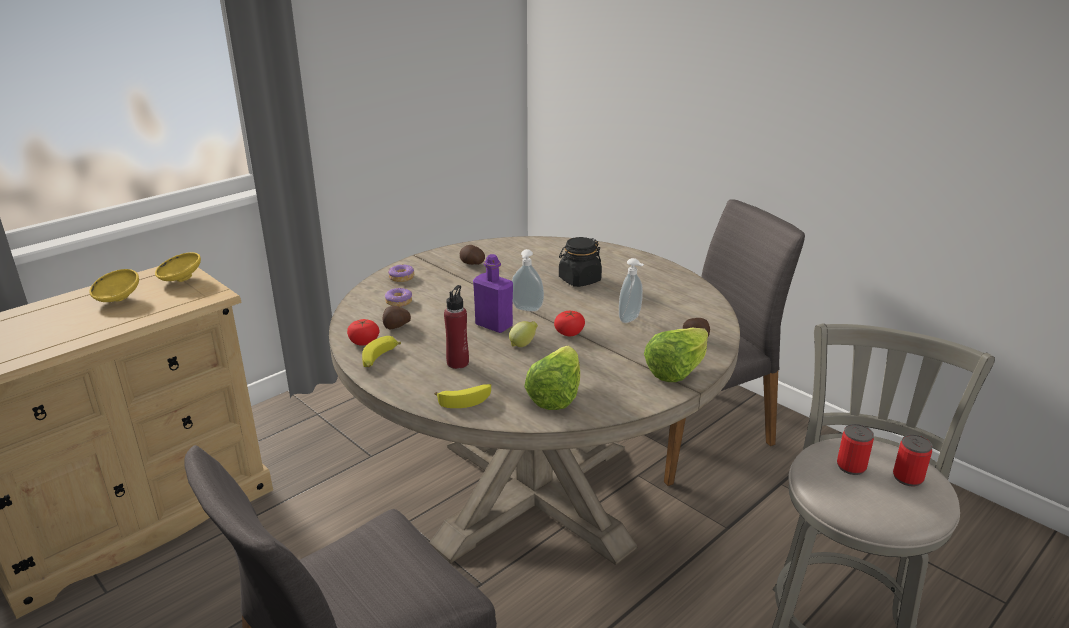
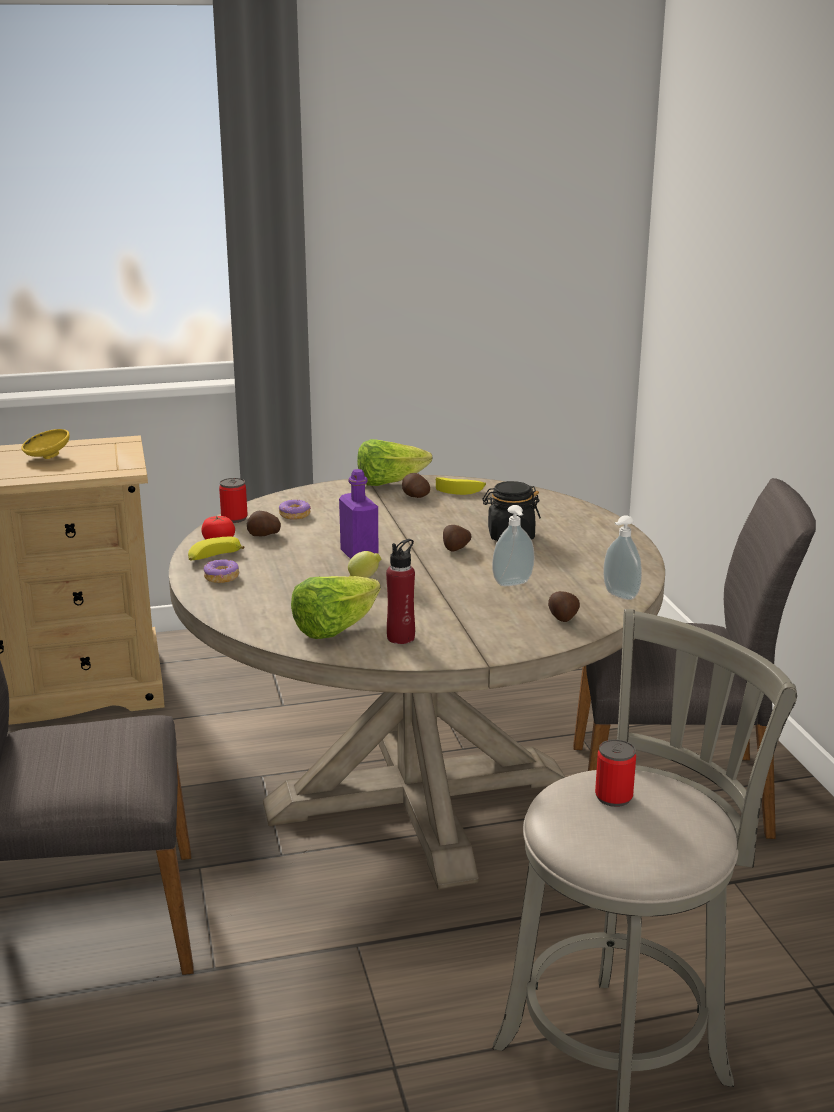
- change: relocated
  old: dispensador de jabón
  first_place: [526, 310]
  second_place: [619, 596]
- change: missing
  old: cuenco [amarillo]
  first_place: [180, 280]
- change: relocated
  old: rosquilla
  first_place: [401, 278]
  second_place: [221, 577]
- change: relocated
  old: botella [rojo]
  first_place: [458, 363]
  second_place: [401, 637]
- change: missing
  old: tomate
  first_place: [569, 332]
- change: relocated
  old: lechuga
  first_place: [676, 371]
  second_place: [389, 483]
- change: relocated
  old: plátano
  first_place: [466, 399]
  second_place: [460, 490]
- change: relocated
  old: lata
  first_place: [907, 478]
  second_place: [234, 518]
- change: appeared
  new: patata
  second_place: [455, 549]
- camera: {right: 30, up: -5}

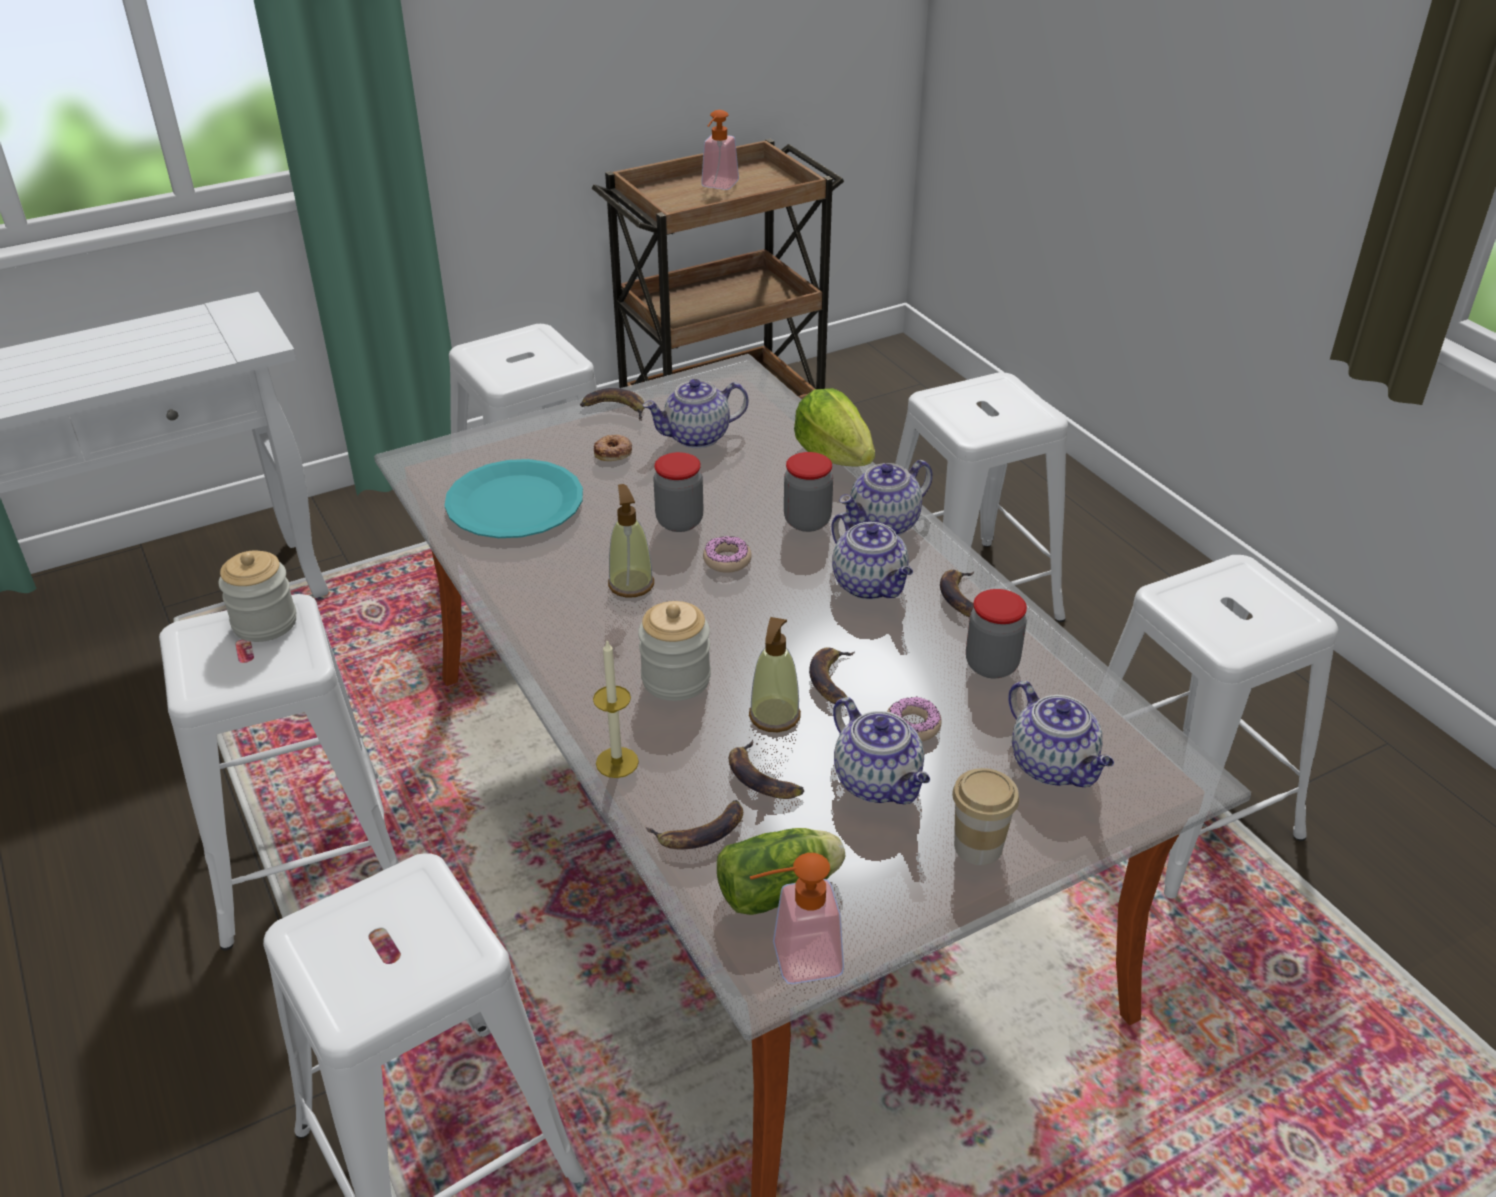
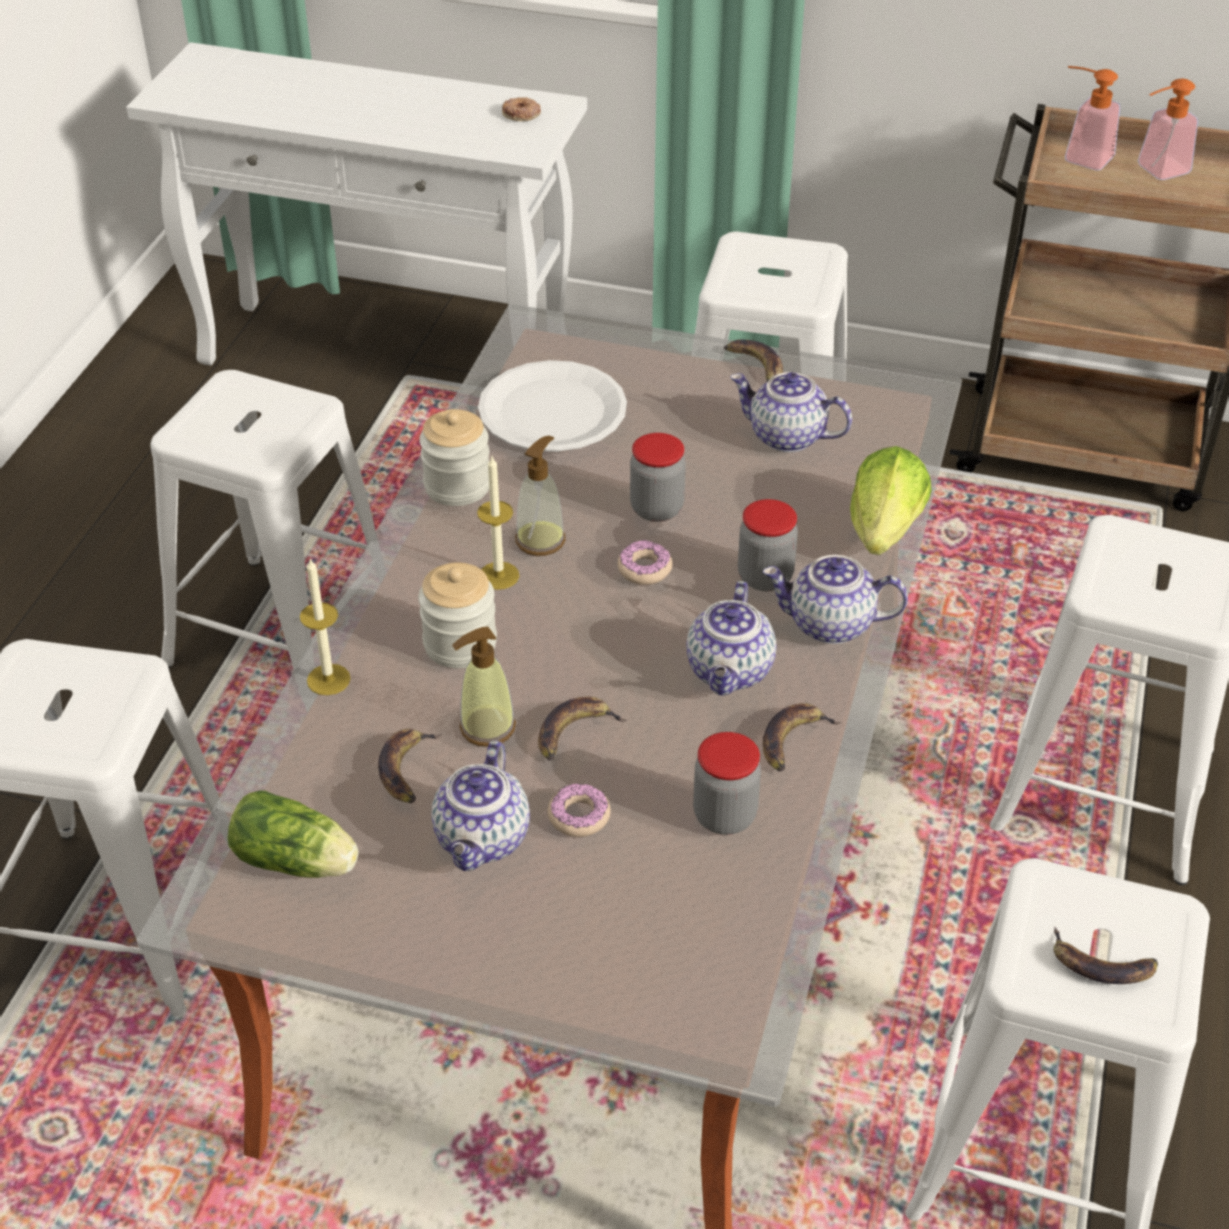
- change: relocated
  old: rosquilla
  first_place: [613, 452]
  second_place: [521, 114]
- change: colour
  old: plato [turquesa]
  new: plato [blanco]
  first_place: [514, 502]
  second_place: [552, 410]
- change: relocated
  old: tarro
  first_place: [265, 623]
  second_place: [457, 486]
- change: missing
  old: tetera
  first_place: [1054, 766]
- change: missing
  old: taza
  first_place: [978, 846]
- change: relocated
  old: plátano
  first_place: [701, 831]
  second_place: [1101, 965]
- change: relocated
  old: dispensador de jabón
  first_place: [794, 961]
  second_place: [1080, 157]
- change: appeared
  new: vela
  second_place: [498, 575]
- camera: {right: 45, up: 5}

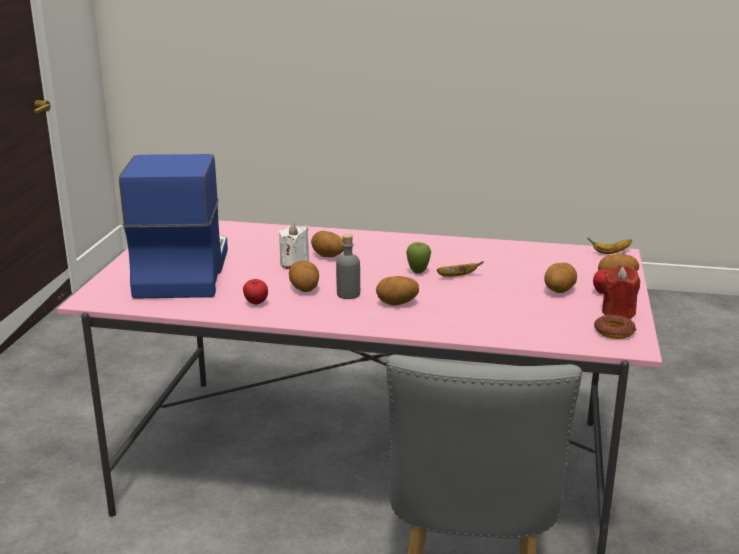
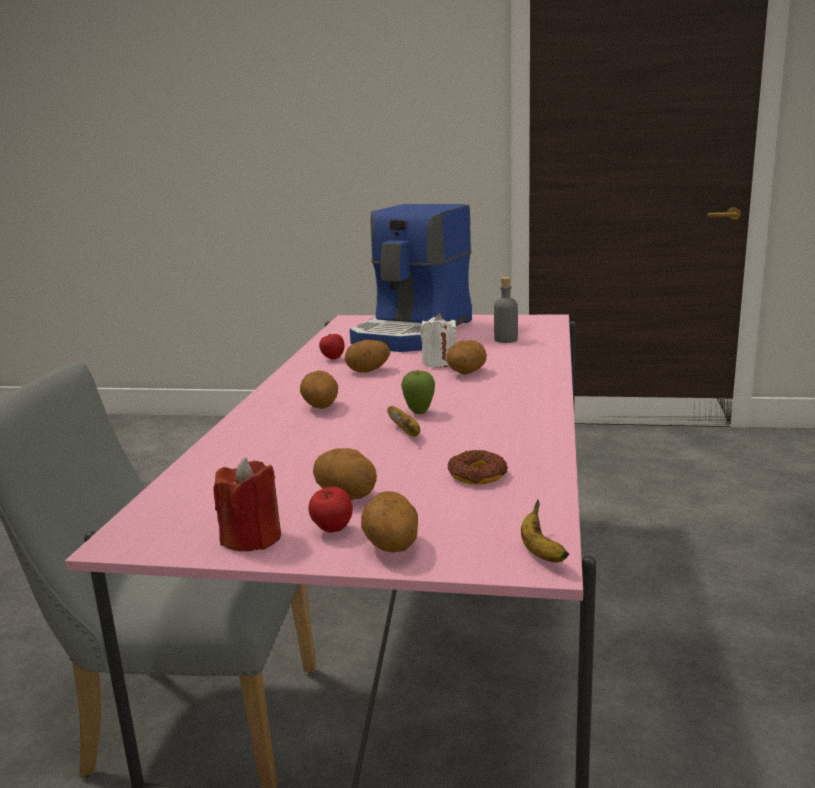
- change: spun
  old: cafetera
  first_place: [181, 272]
  second_place: [414, 332]
  degrees: 120
- change: relocated
  old: botella [gris]
  first_place: [348, 294]
  second_place: [506, 340]
- change: relocated
  old: rosquilla
  first_place: [614, 331]
  second_place: [477, 475]
- camera: {right: 90, up: -5}

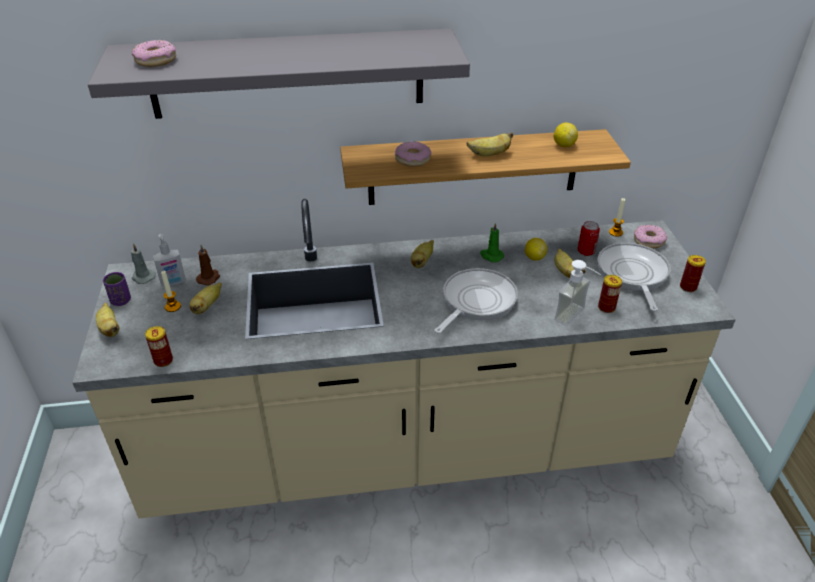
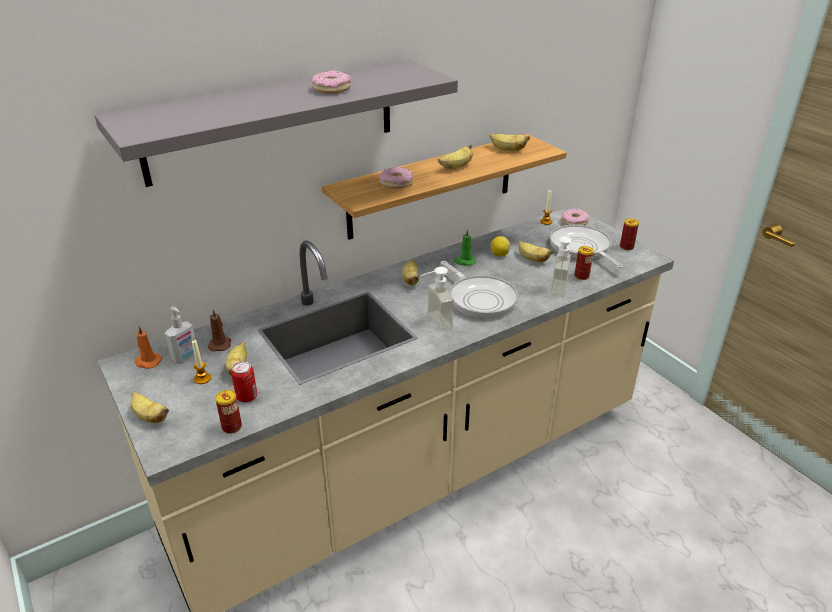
- change: relocated
  old: rosquilla
  first_place: [156, 60]
  second_place: [332, 89]
- change: exchanged
  old: limón
  new: plátano
  first_place: [564, 145]
  second_place: [507, 150]
- change: relocated
  old: lata
  first_place: [586, 251]
  second_place: [247, 397]
- change: colour
  old: vela [gris]
  new: vela [naranja]
  first_place: [143, 277]
  second_place: [147, 362]
- change: spun
  old: sartén
  first_place: [476, 302]
  second_place: [480, 298]
  degrees: 135
- change: missing
  old: taza [morado]
  first_place: [121, 301]
- change: appeared
  new: dispensador de jabón
  second_place: [433, 322]
- camera: {right: -25, up: -5}

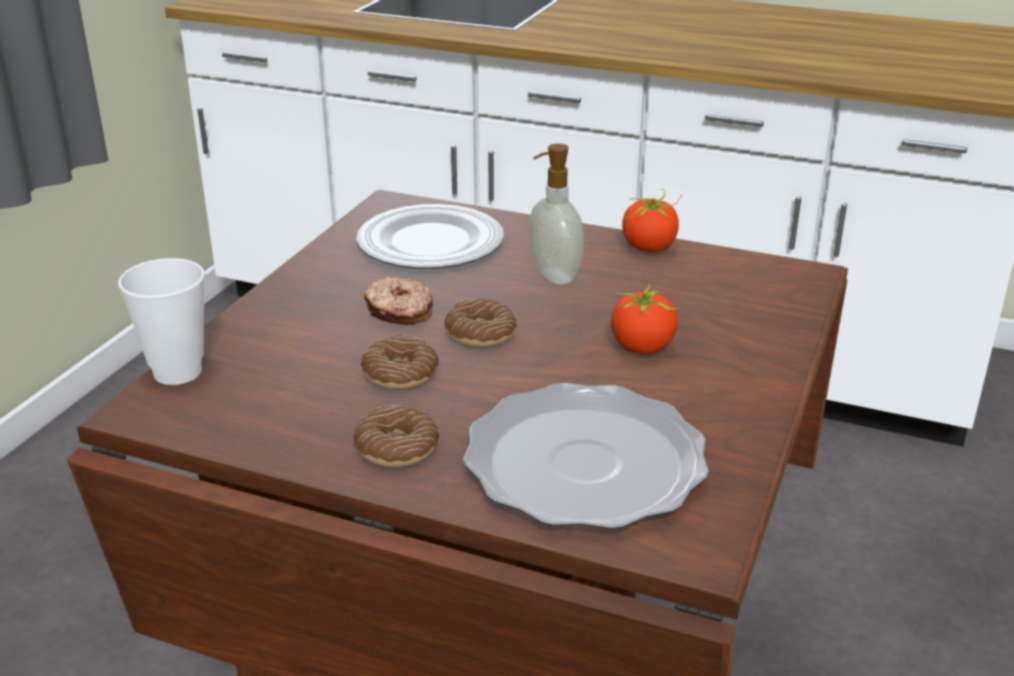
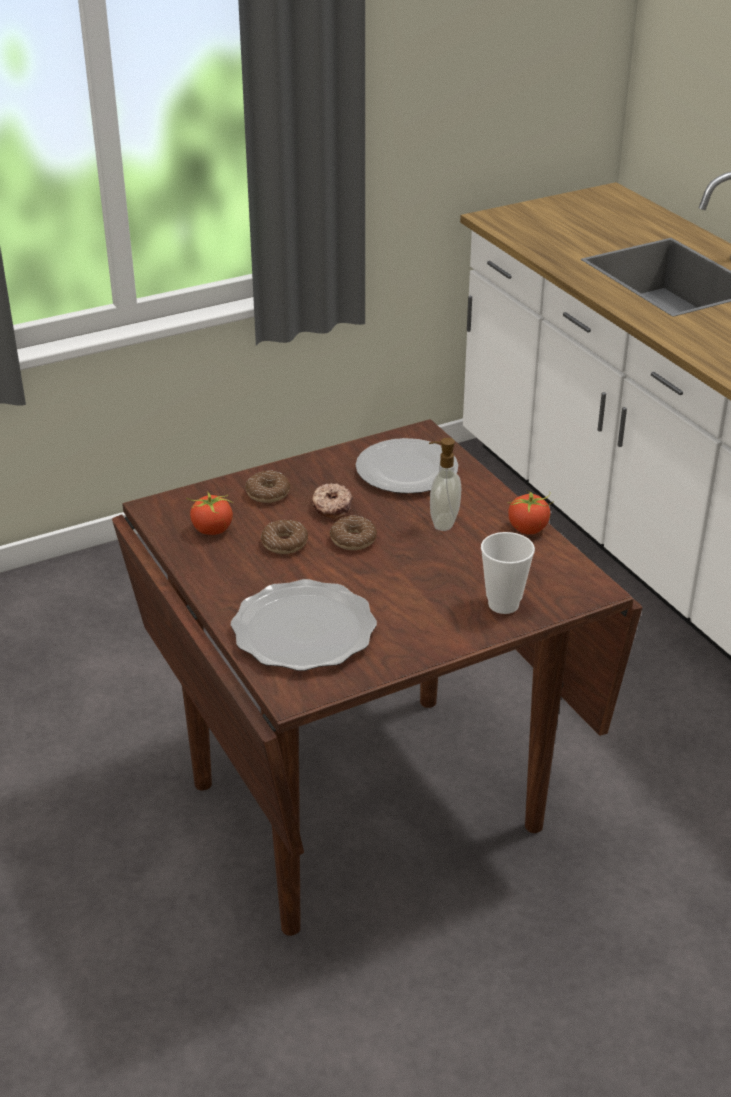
- change: relocated
  old: taza
  first_place: [177, 372]
  second_place: [503, 604]
- change: relocated
  old: tomate
  first_place: [642, 348]
  second_place: [212, 530]
- change: relocated
  old: rosquilla
  first_place: [396, 448]
  second_place: [267, 493]
- camera: {right: 40, up: 5}

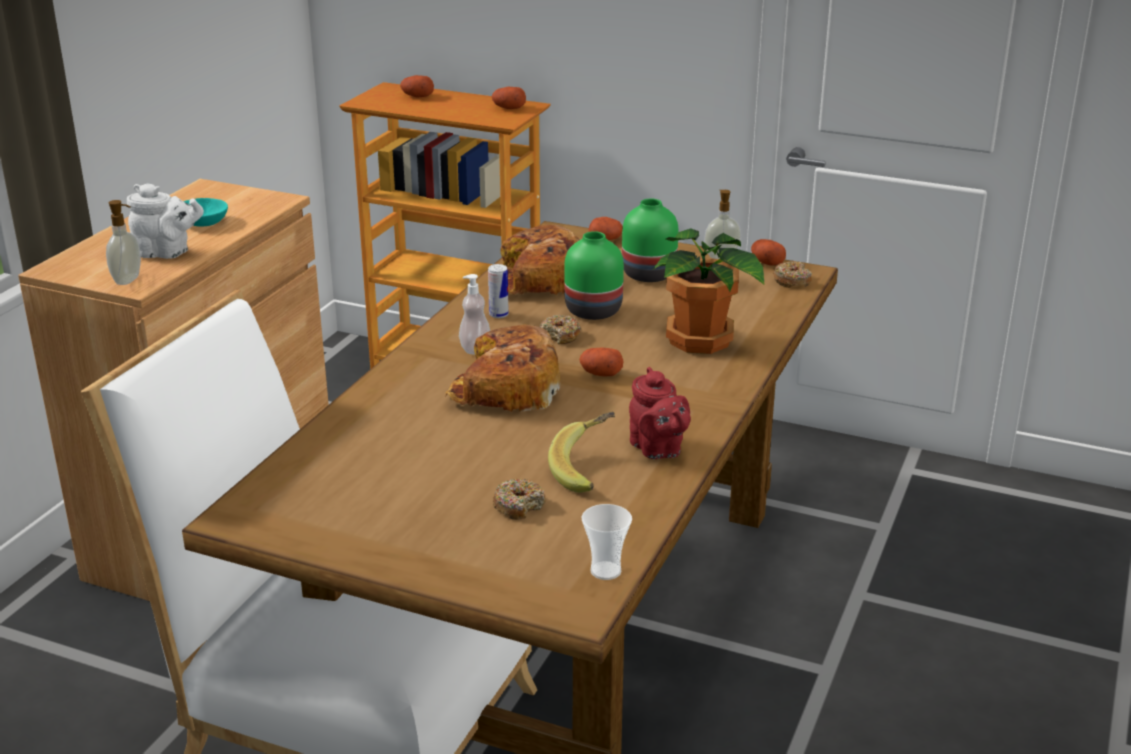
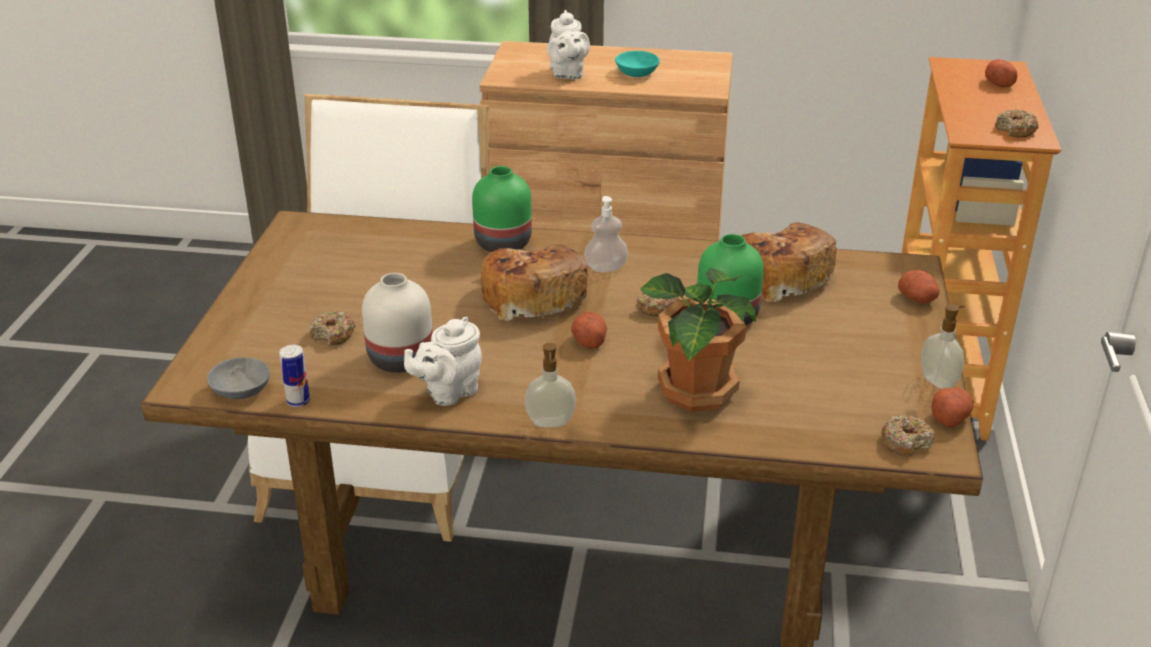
- change: exchanged
  old: patata
  new: rosquilla
  first_place: [508, 108]
  second_place: [1015, 130]
- change: relocated
  old: florero [verde]
  first_place: [649, 274]
  second_place: [505, 244]
- change: relocated
  old: dispensador de jabón
  first_place: [128, 280]
  second_place: [550, 424]
- change: relocated
  old: lata
  first_place: [498, 315]
  second_place: [298, 401]
- change: colour
  old: tetera [rojo]
  new: tetera [blanco]
  first_place: [657, 450]
  second_place: [448, 392]
- change: exchanged
  old: plátano
  new: florero [blanco]
  first_place: [588, 470]
  second_place: [400, 360]
- change: exchanged
  old: taza
  new: cuenco [gris]
  first_place: [605, 571]
  second_place: [240, 391]
- camera: {right: 75, up: 5}

